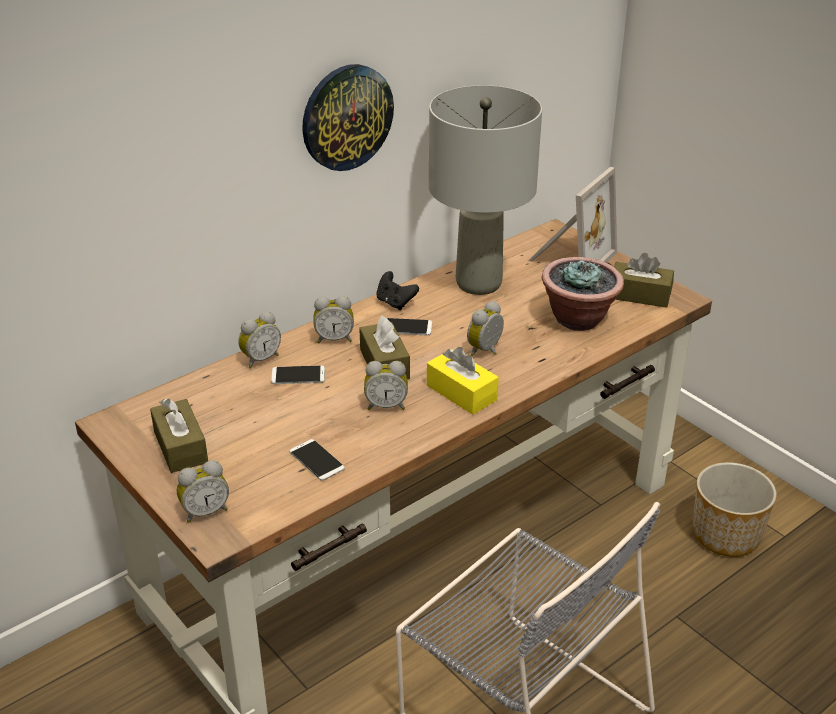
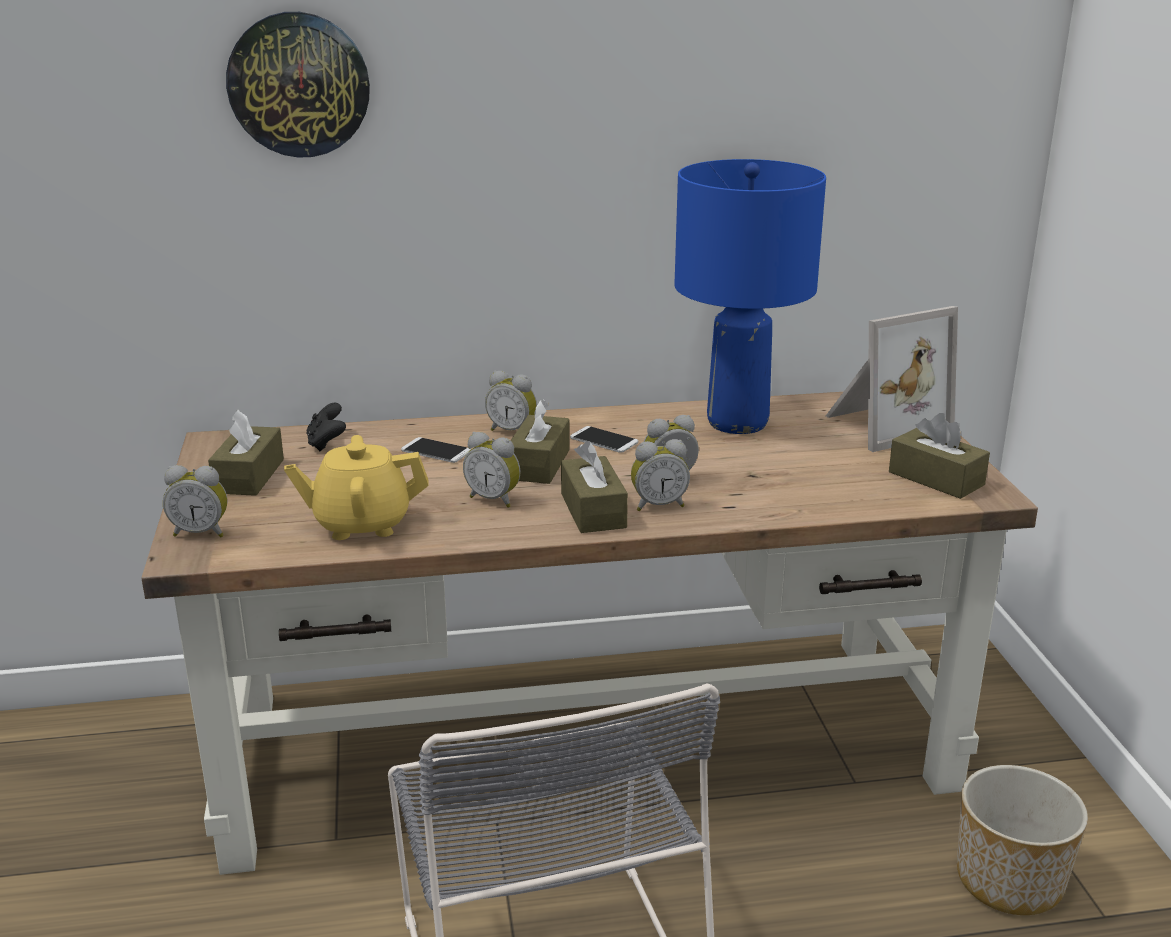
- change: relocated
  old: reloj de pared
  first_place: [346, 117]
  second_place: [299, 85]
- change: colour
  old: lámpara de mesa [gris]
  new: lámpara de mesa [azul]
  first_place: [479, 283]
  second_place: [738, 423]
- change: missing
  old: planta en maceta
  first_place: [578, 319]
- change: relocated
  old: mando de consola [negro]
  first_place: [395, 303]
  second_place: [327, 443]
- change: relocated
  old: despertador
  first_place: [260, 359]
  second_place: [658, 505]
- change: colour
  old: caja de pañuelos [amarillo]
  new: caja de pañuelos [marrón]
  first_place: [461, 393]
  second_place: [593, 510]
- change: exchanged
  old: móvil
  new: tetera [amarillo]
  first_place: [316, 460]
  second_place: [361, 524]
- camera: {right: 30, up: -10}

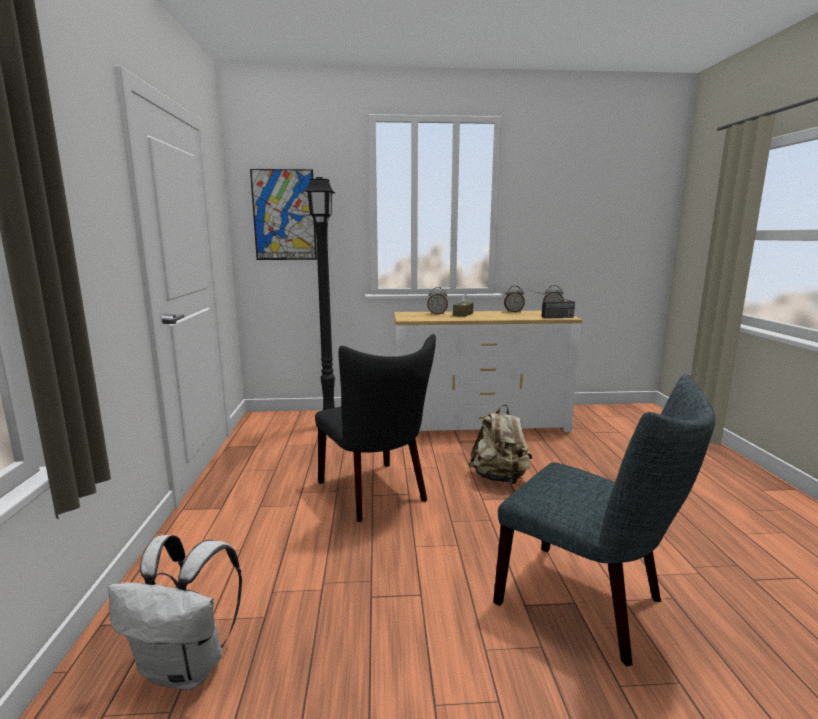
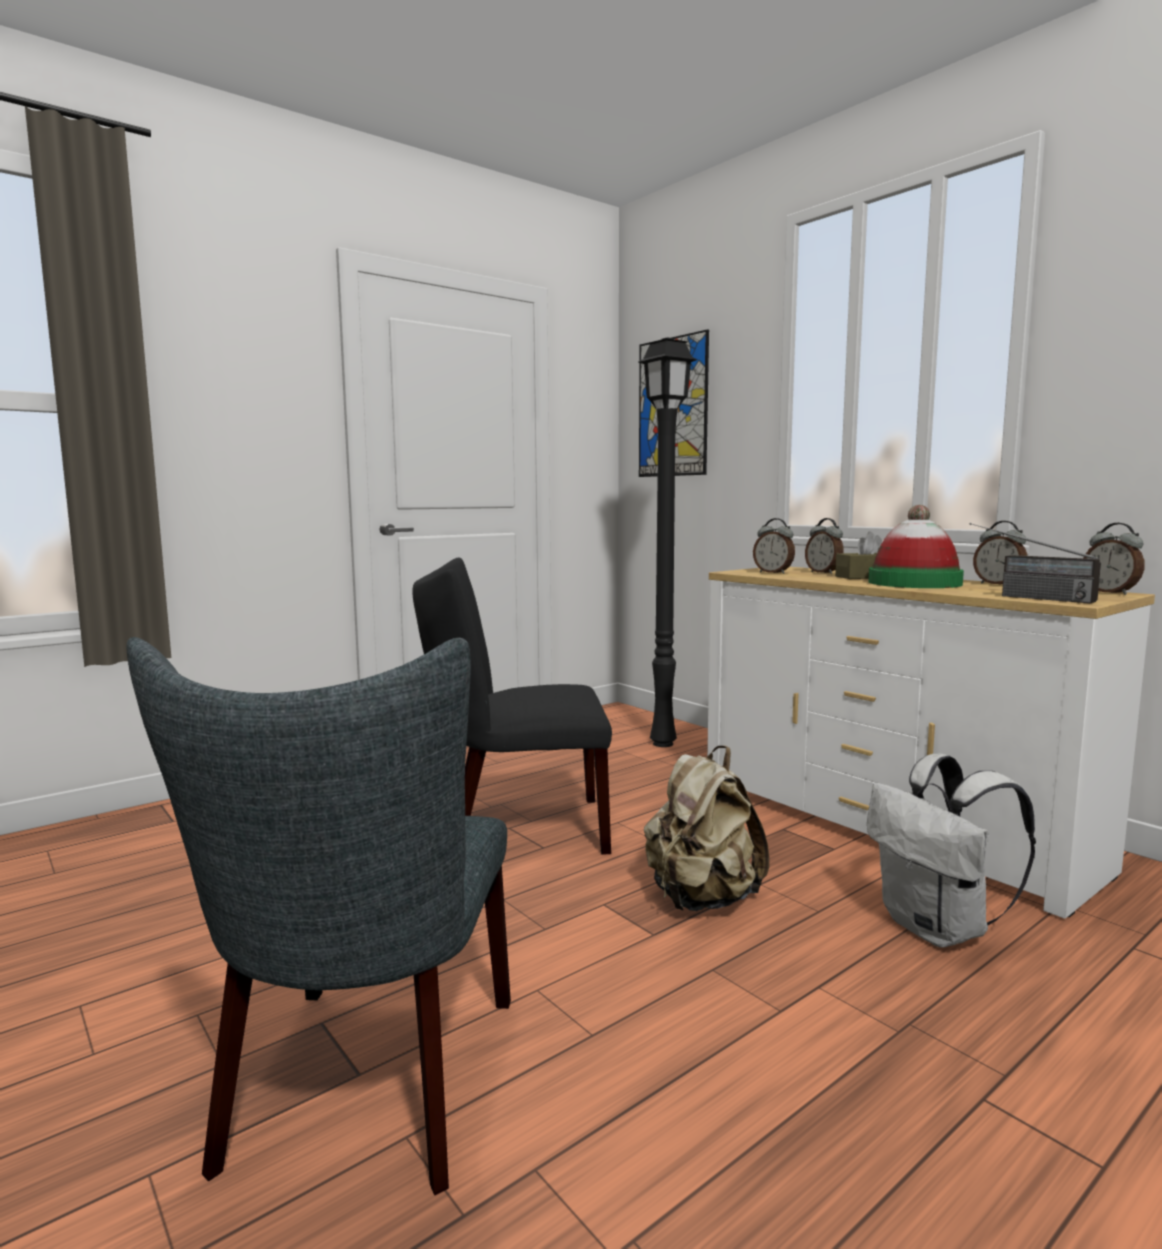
- change: spun
  old: silla [negro]
  first_place: [376, 493]
  second_place: [516, 828]
  degrees: 60
- change: relocated
  old: mochila [blanco]
  first_place: [187, 667]
  second_place: [938, 929]
- change: appeared
  new: sombrero
  second_place: [914, 583]
- change: appeared
  new: despertador
  second_place: [773, 573]
- camera: {right: 55, up: -5}

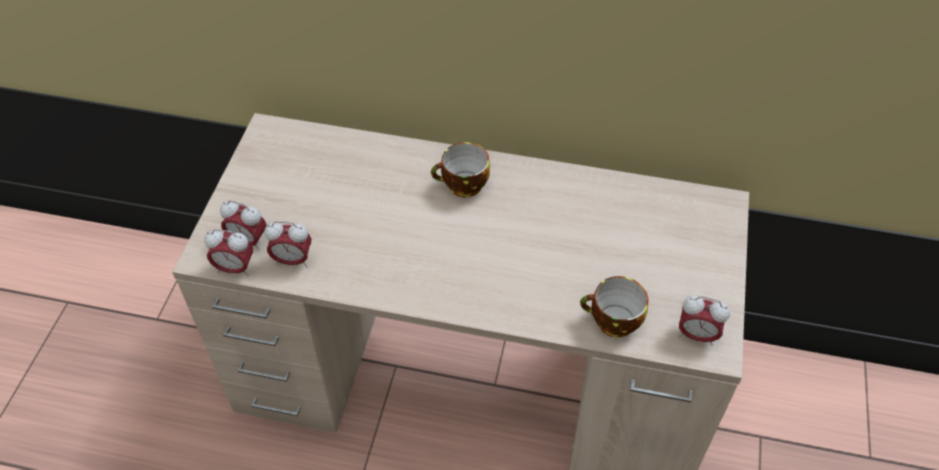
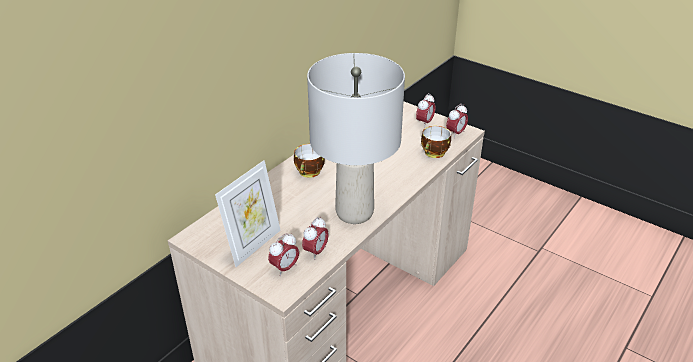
- change: relocated
  old: despertador
  first_place: [235, 268]
  second_place: [424, 123]
- change: appeared
  new: lámpara de mesa [gris]
  second_place: [355, 212]
- change: appeared
  new: portarretratos
  second_place: [253, 245]
- camera: {right: -65, up: -15}

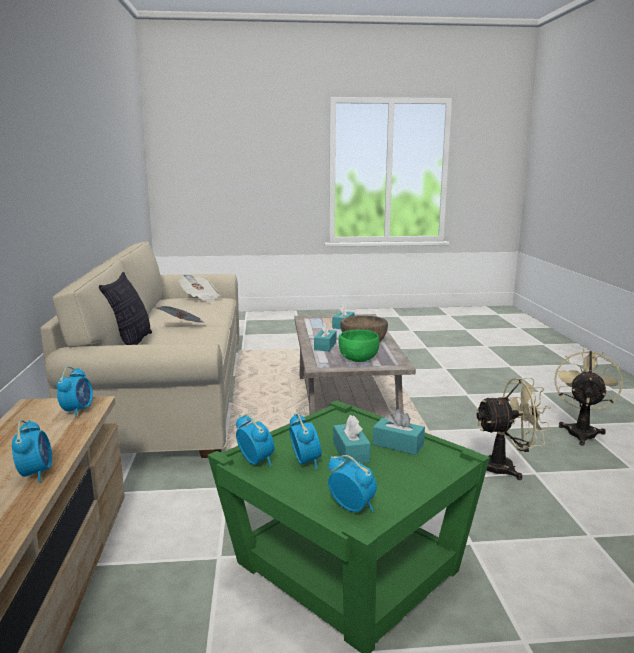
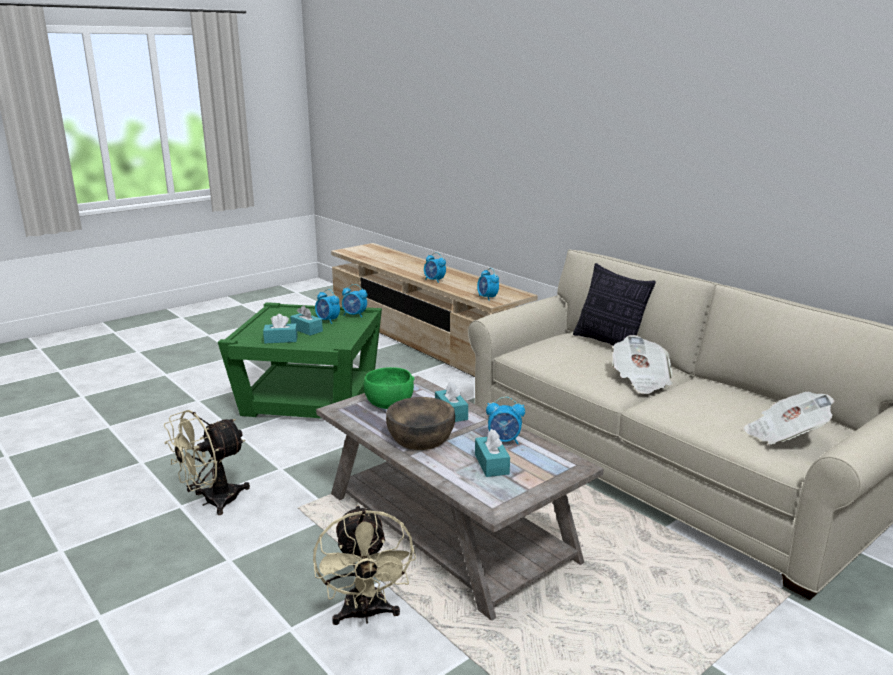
- change: relocated
  old: ventilador [beis]
  first_place: [581, 431]
  second_place: [365, 615]
- change: relocated
  old: despertador
  first_place: [352, 507]
  second_place: [504, 441]
- camera: {right: 145, up: 5}

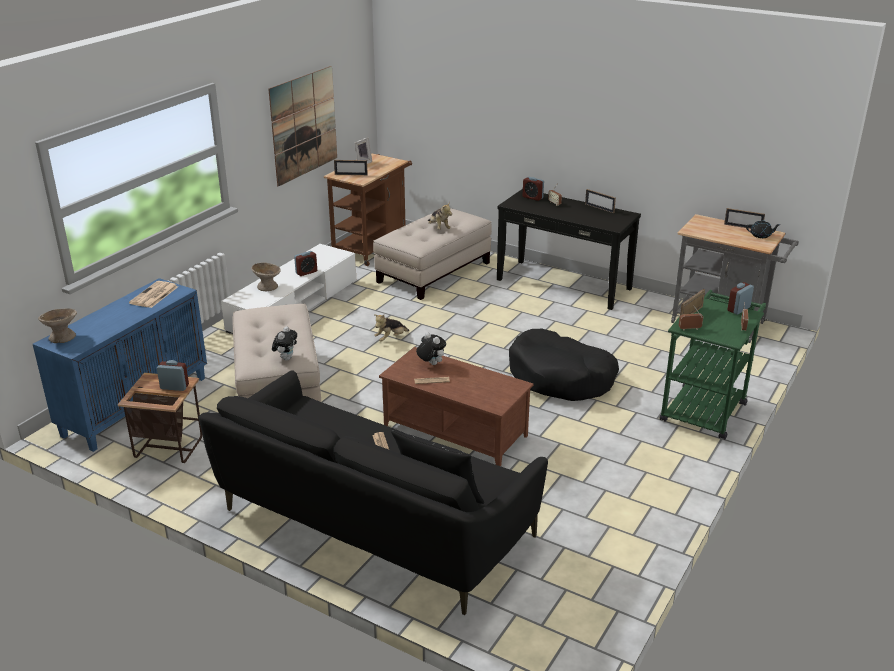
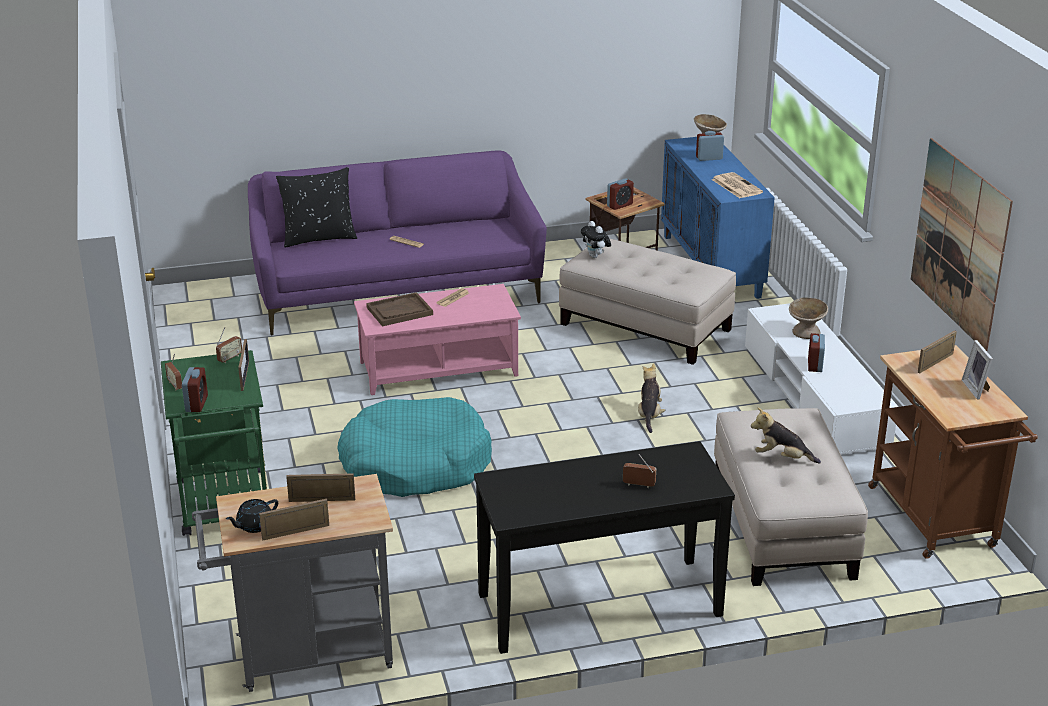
- change: relocated
  old: despertador
  first_place: [532, 197]
  second_place: [709, 158]
- change: relocated
  old: portarretratos
  first_place: [599, 208]
  second_place: [322, 500]
- change: colour
  old: cama para perro [negro]
  new: cama para perro [turquesa]
  first_place: [561, 377]
  second_place: [415, 464]
- change: missing
  old: peluche
  first_place: [431, 364]
- change: colour
  old: mesa de centro [marrón]
  new: mesa de centro [rosa]
  first_place: [454, 431]
  second_place: [438, 368]
- change: colour
  old: sofá [negro]
  new: sofá [morado]
  first_place: [372, 525]
  second_place: [397, 290]
- change: appeared
  new: bandeja [marrón]
  second_place: [399, 311]
- camera: {right: 135, up: 0}

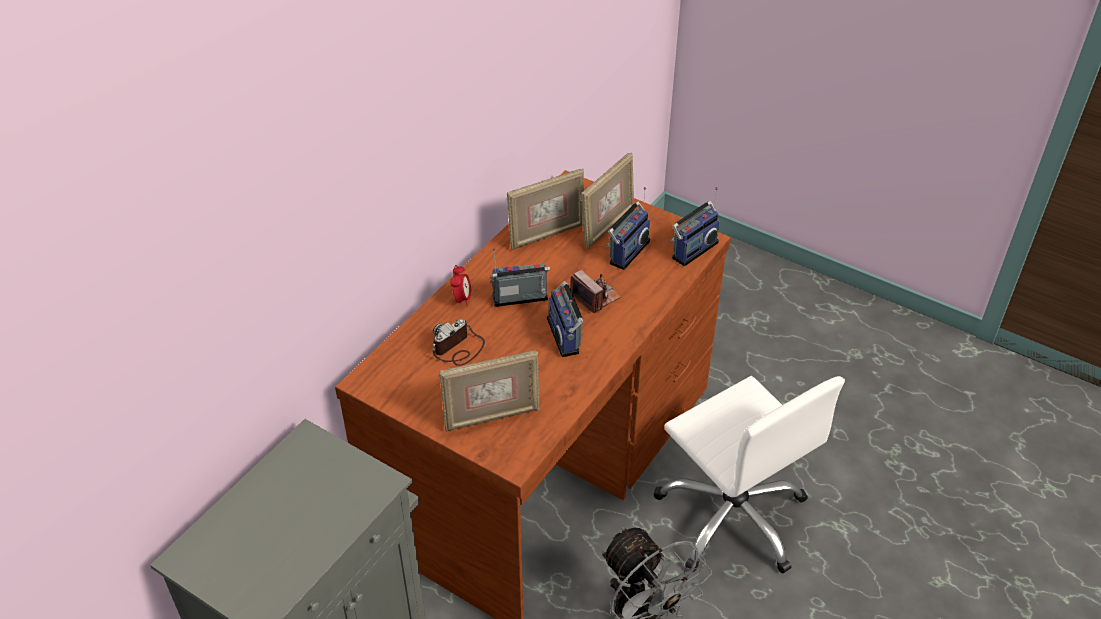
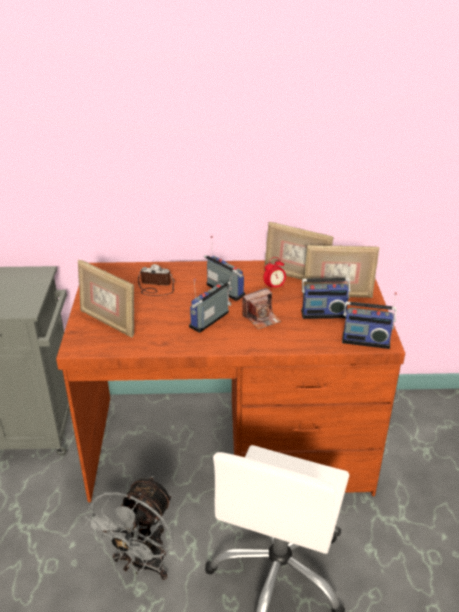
- change: relocated
  old: despertador
  first_place: [462, 299]
  second_place: [274, 287]
- change: spun
  old: cámara
  first_place: [595, 297]
  second_place: [261, 318]
  degrees: 45
- camera: {right: 55, up: -10}

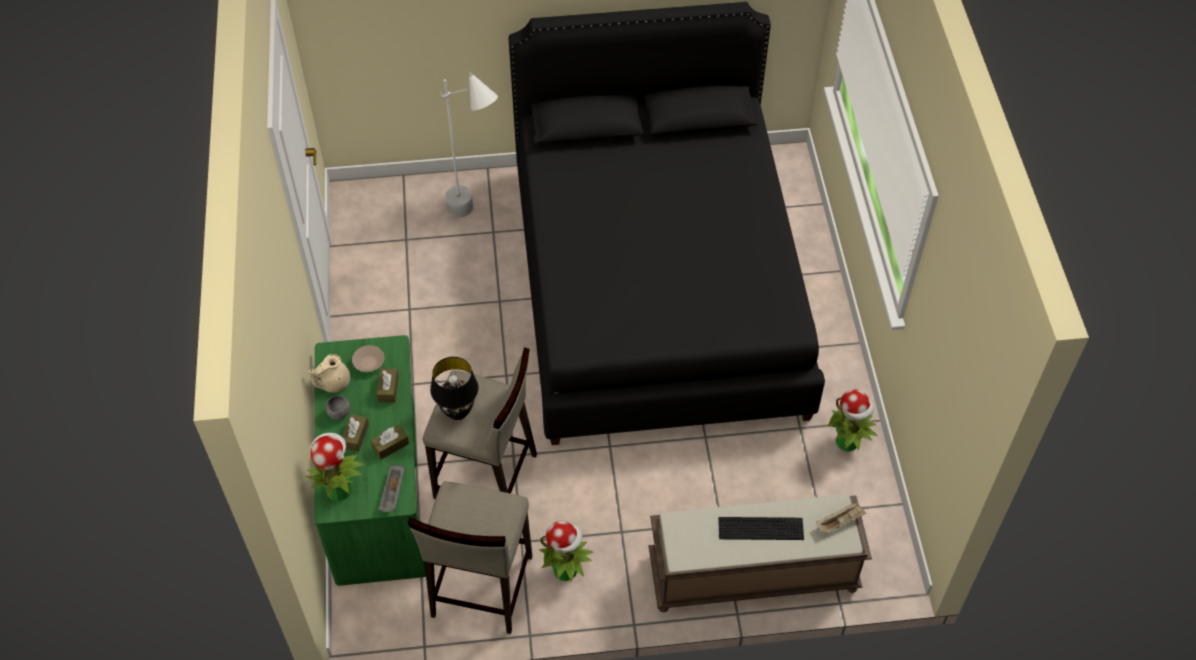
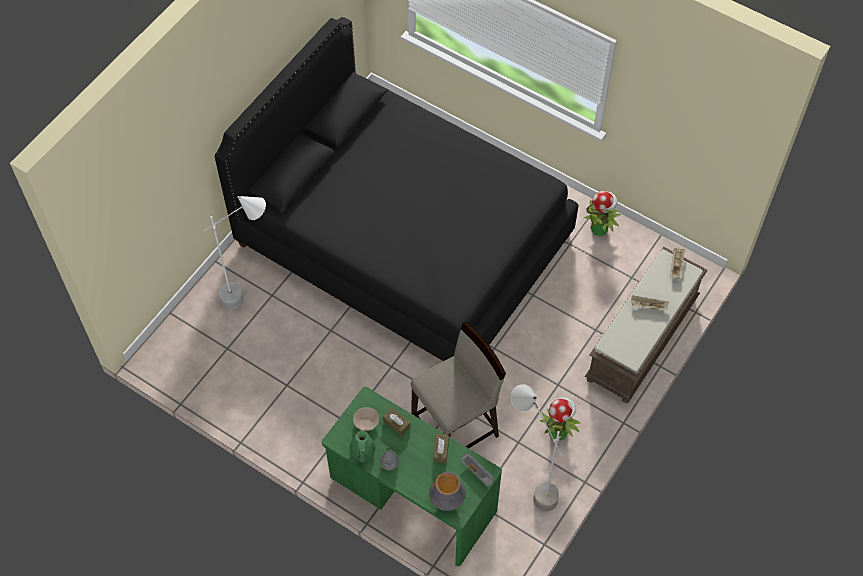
- change: colour
  old: tetera [beis]
  new: tetera [verde]
  first_place: [333, 382]
  second_place: [362, 452]
- change: missing
  old: lámpara de mesa [negro]
  first_place: [457, 411]
- change: missing
  old: caja de pañuelos [marrón]
  first_place: [355, 436]
- change: exchanged
  old: planta en maceta
  new: florero
  first_place: [339, 488]
  second_place: [447, 500]
- change: exchanged
  old: taburete [beis]
  new: lámpara de pie [gris]
  first_place: [481, 587]
  second_place: [530, 486]
- change: exchanged
  old: teclado
  new: bandeja [beis]
  first_place: [760, 528]
  second_place: [648, 306]
- camera: {right: -50, up: 5}

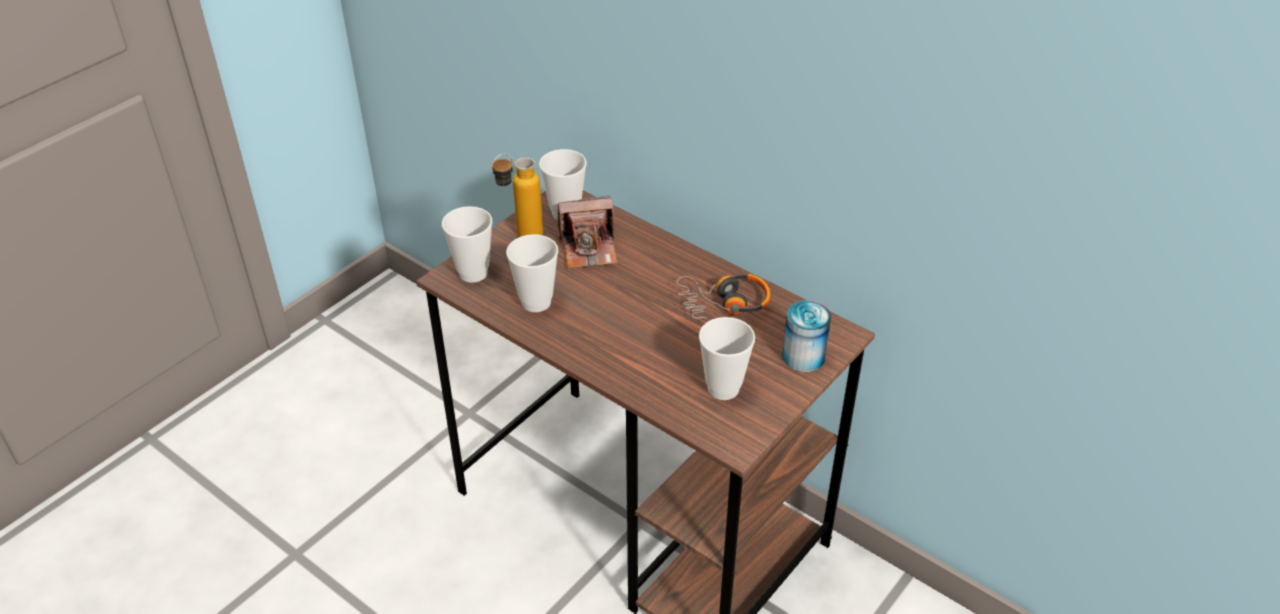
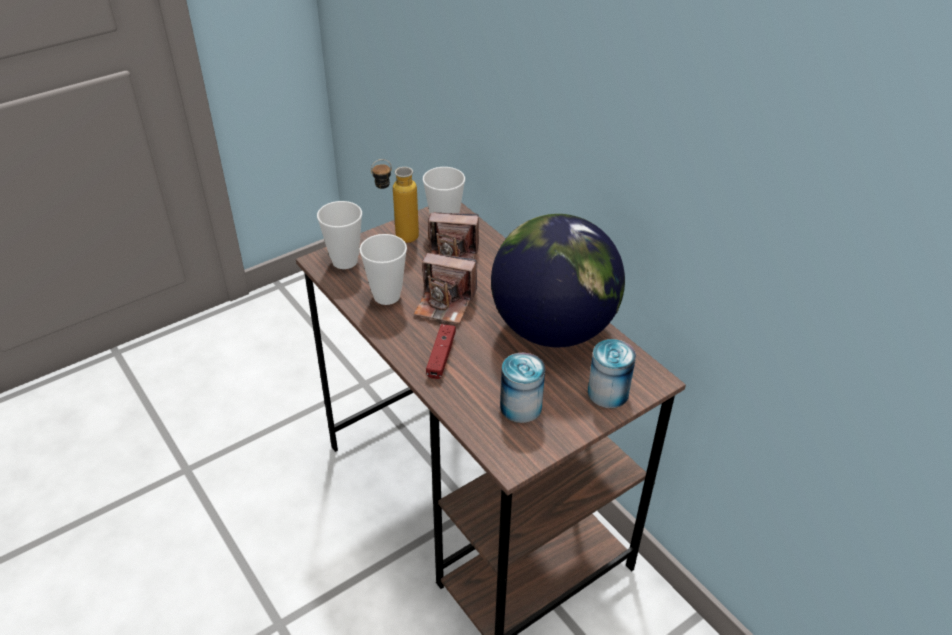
- change: exchanged
  old: auriculares
  new: globo terráqueo
  first_place: [724, 304]
  second_place: [552, 330]
- change: exchanged
  old: taza
  new: lata
  first_place: [723, 388]
  second_place: [521, 407]
- change: appeared
  new: cámara
  second_place: [445, 303]
- change: appeared
  new: mando de consola [rojo]
  second_place: [441, 356]
- camera: {right: 15, up: 0}

